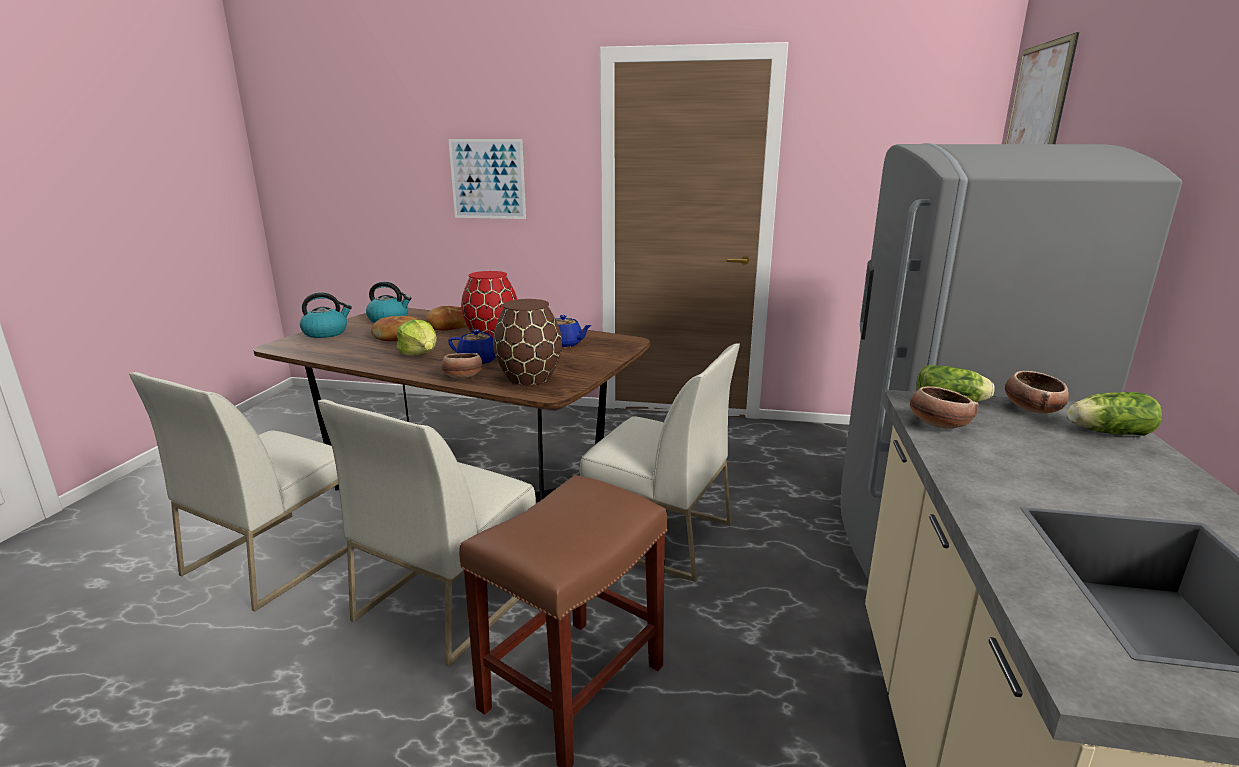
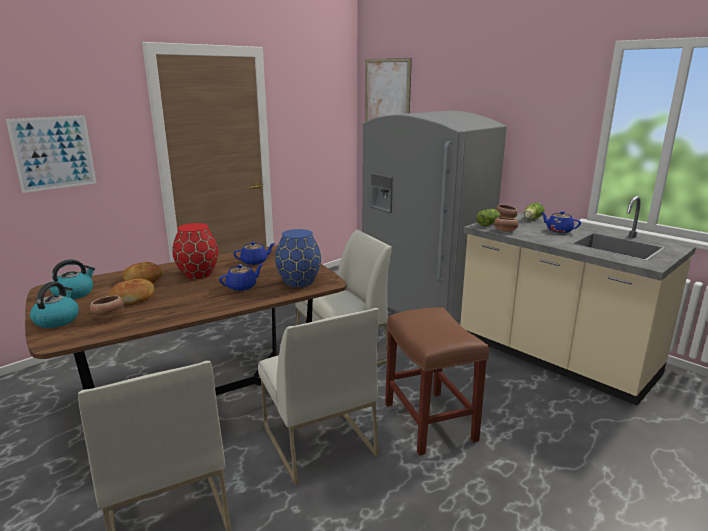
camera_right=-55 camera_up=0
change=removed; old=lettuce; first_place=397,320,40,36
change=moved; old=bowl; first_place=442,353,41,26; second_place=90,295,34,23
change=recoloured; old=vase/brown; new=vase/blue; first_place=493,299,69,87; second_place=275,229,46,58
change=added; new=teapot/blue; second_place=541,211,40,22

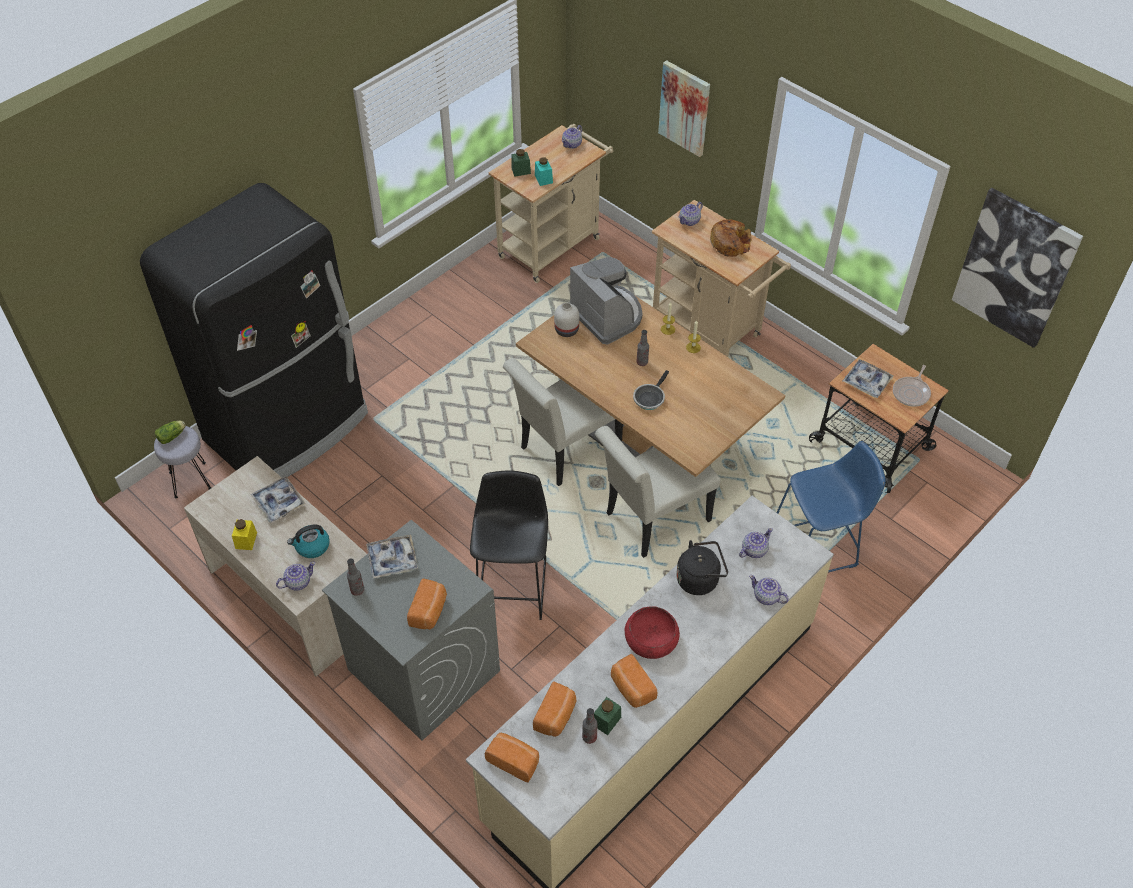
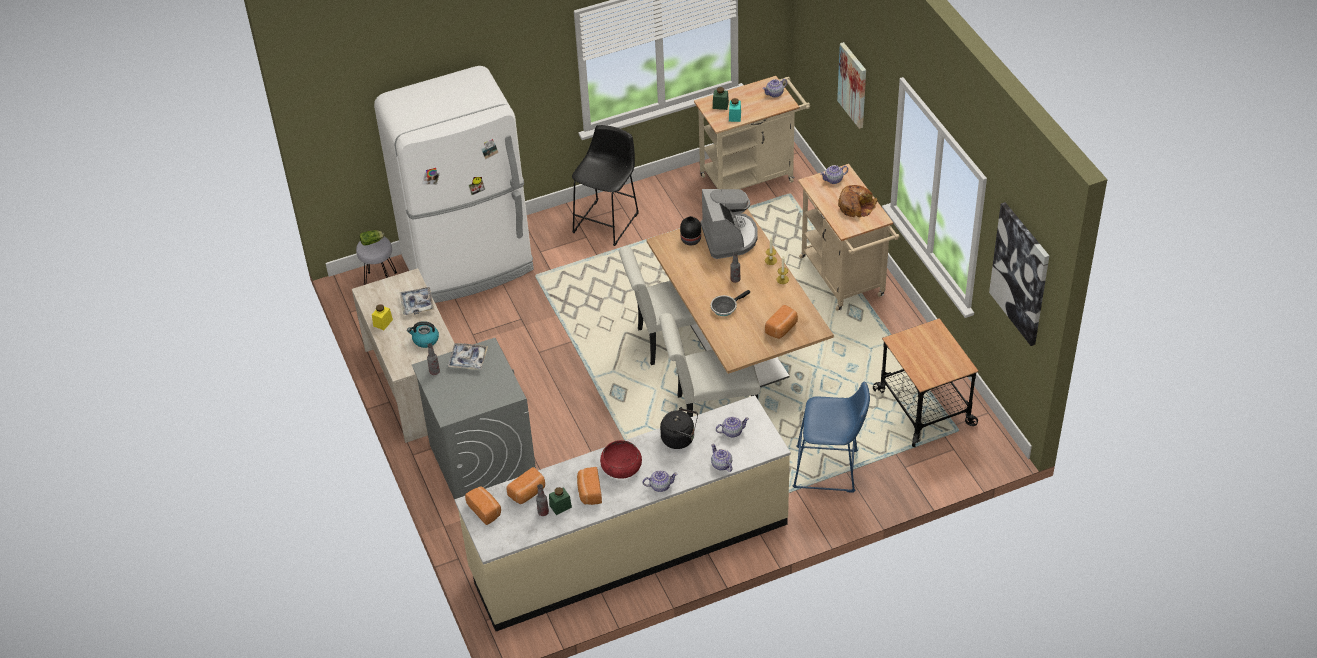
camera_right=25 camera_up=-5
change=recoloured; old=fridge/black; new=fridge/white; first_place=140,183,228,295; second_place=374,66,160,237
change=moved; old=teapot; first_place=276,562,39,28; second_place=643,470,34,22
change=moved; old=bread; first_place=407,578,40,51; second_place=765,305,33,34
change=moved; old=stool/black; first_place=470,470,78,150; second_place=572,125,67,121
change=recoloured; old=vase/white; new=vase/black; first_place=554,303,25,34; second_place=680,216,21,29
change=removed; old=tray; first_place=843,359,51,39
change=removed; old=frying pan; first_place=893,365,38,42

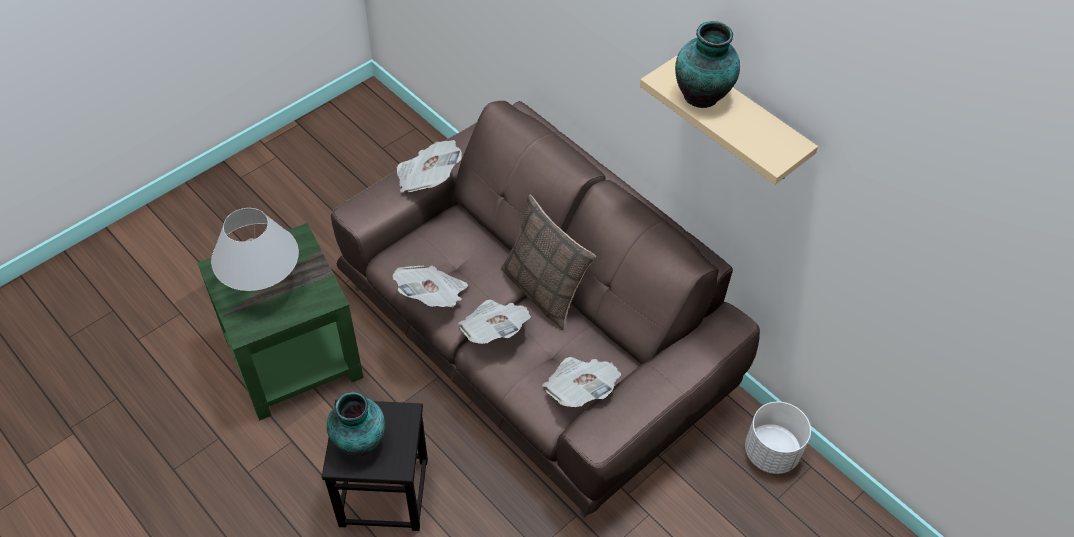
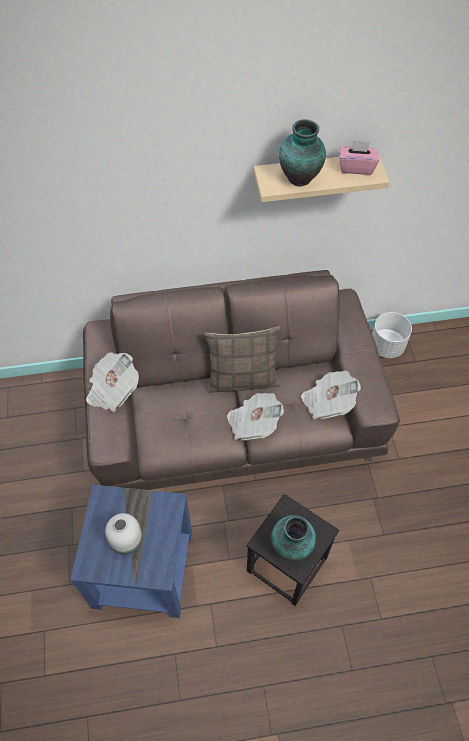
camera_right=-55 camera_up=5
change=recoloured; old=side table/green; new=side table/blue; first_place=197,223,167,198; second_place=70,485,122,133
change=replaced; old=table lamp/white; new=vase/white; first_place=211,208,88,83; second_place=105,513,37,42
change=removed; old=newspaper; first_place=393,266,75,41
change=added; new=tissue box/pink; second_place=339,140,40,35

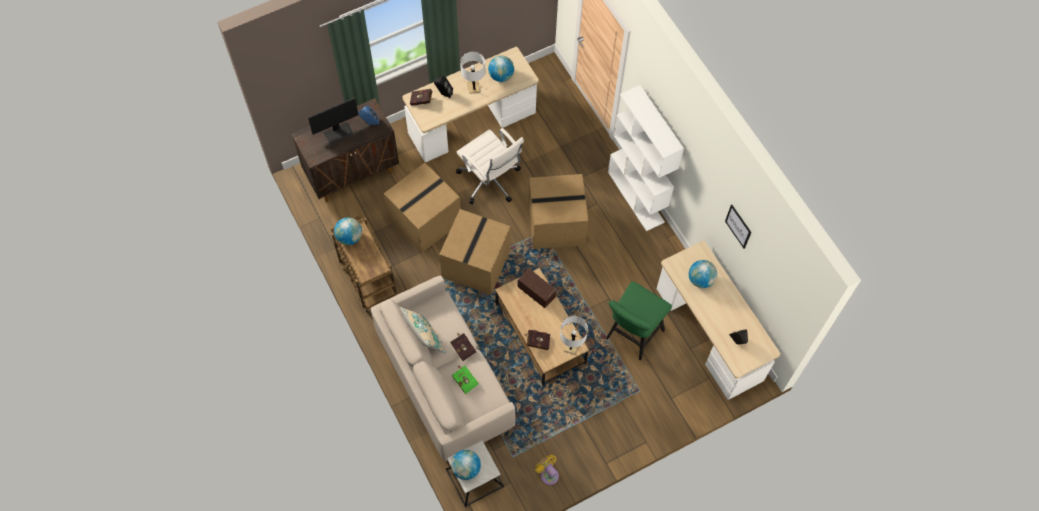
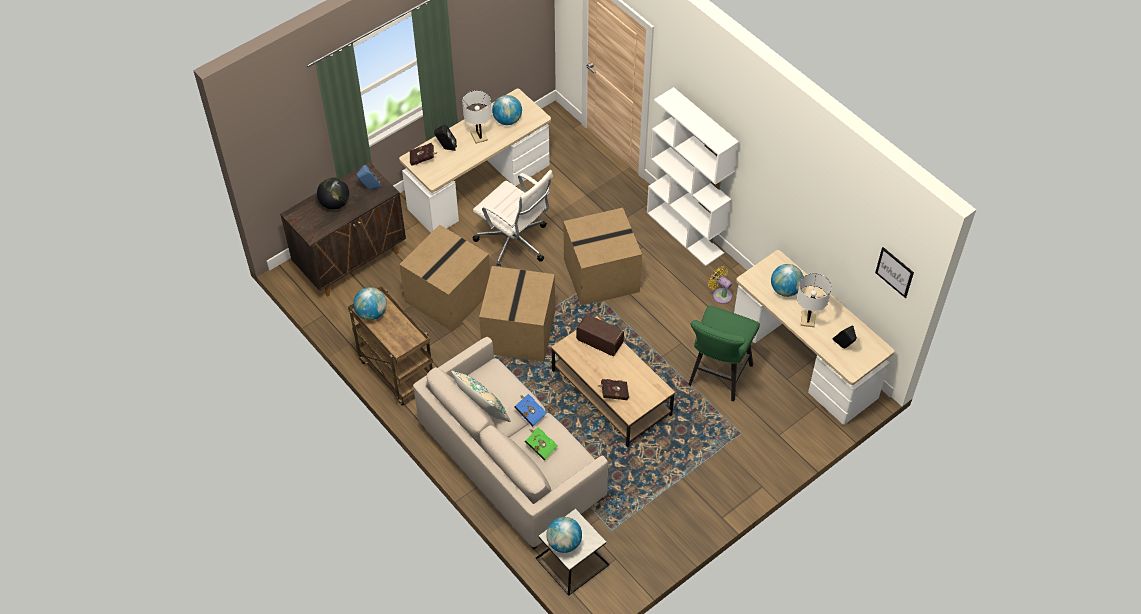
camera_right=-10 camera_up=-10
change=replaced; old=monitor; new=globe; first_place=308,97,50,48; second_place=317,177,32,32
change=recoloured; old=book/red; new=book/blue; first_place=450,333,26,28; second_place=514,394,33,33
change=moved; old=fan/yellow; first_place=535,455,24,30; second_place=708,266,24,38
change=moved; old=table lamp/white; first_place=560,316,28,39; second_place=797,273,34,54
change=moved; old=picture; first_place=725,205,26,44; second_place=875,247,39,51

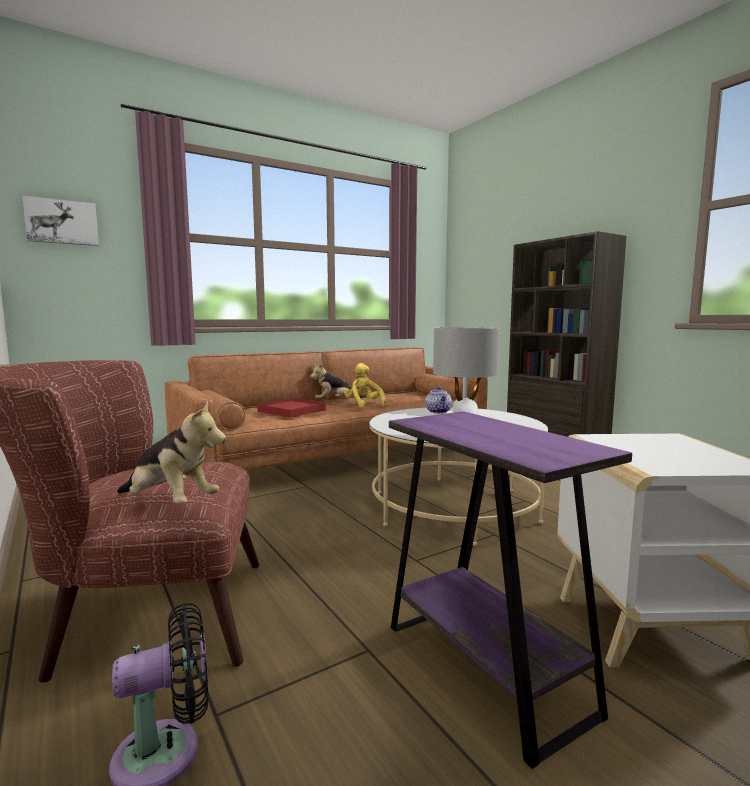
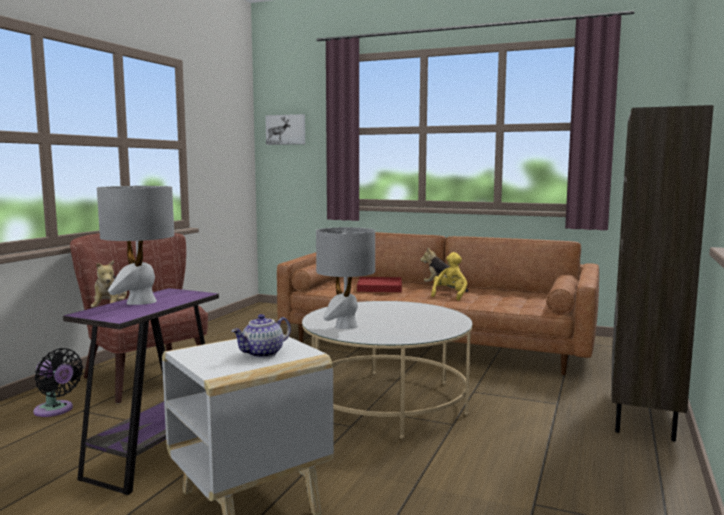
camera_right=55 camera_up=0
change=moved; old=teapot; first_place=425,387,27,27; second_place=232,314,59,44
change=added; new=table lamp/grey; second_place=97,186,77,119

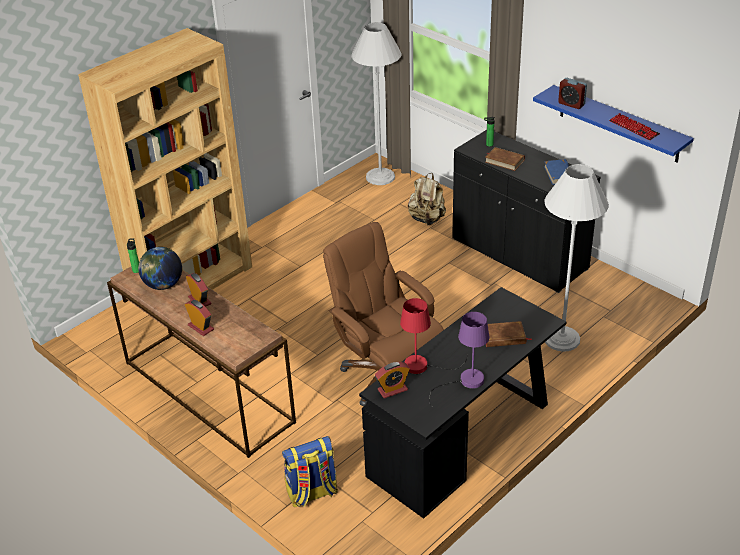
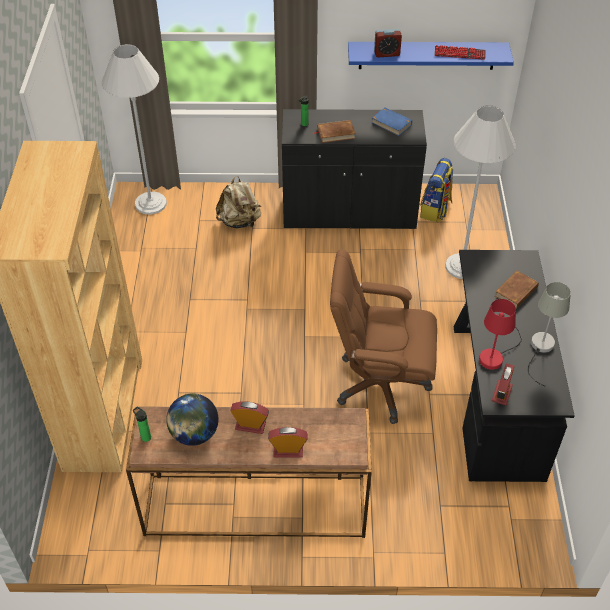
camera_right=-45 camera_up=10
change=moved; old=backpack; first_place=282,436,56,71; second_place=420,158,33,65
change=recoloured; old=table lamp/purple; new=table lamp/grey; first_place=429,312,60,94; second_place=528,282,43,105

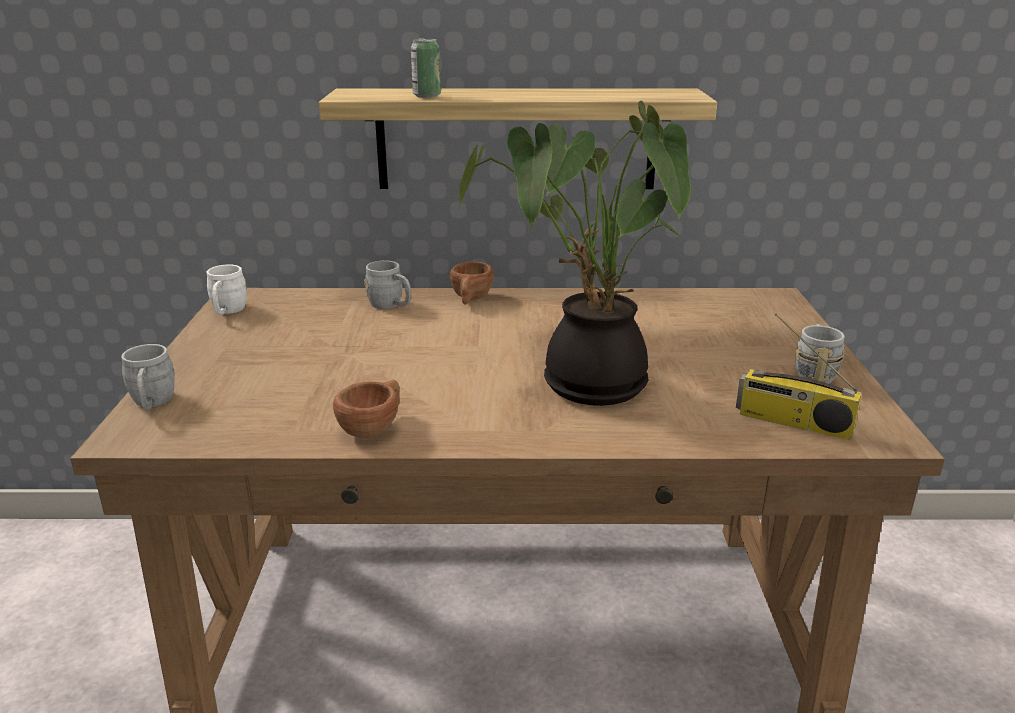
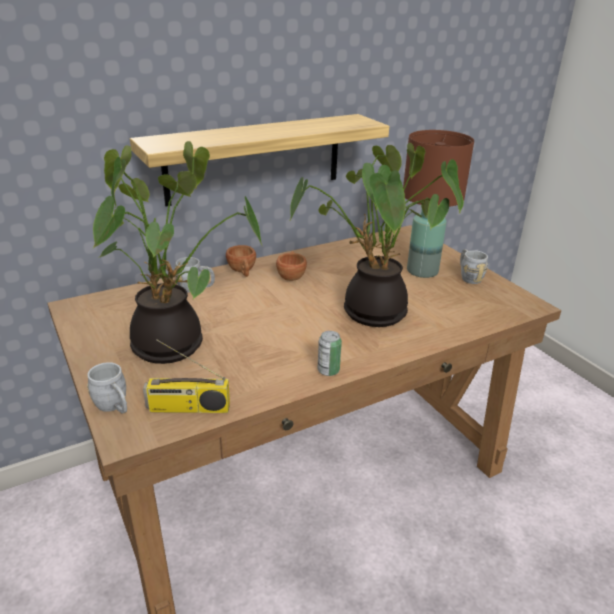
camera_right=-30 camera_up=5
change=removed; old=mug/white; first_place=207,265,40,50
change=moved; old=cup/brown; first_place=333,380,67,58; second_place=276,251,31,30
change=moved; old=can; first_place=411,38,30,60; second_place=318,331,24,45
change=moved; old=radio; first_place=736,314,126,126; second_place=143,339,87,74
change=added; new=potted plant; second_place=93,141,170,223
change=added; new=table lamp/brown; second_place=403,130,71,148

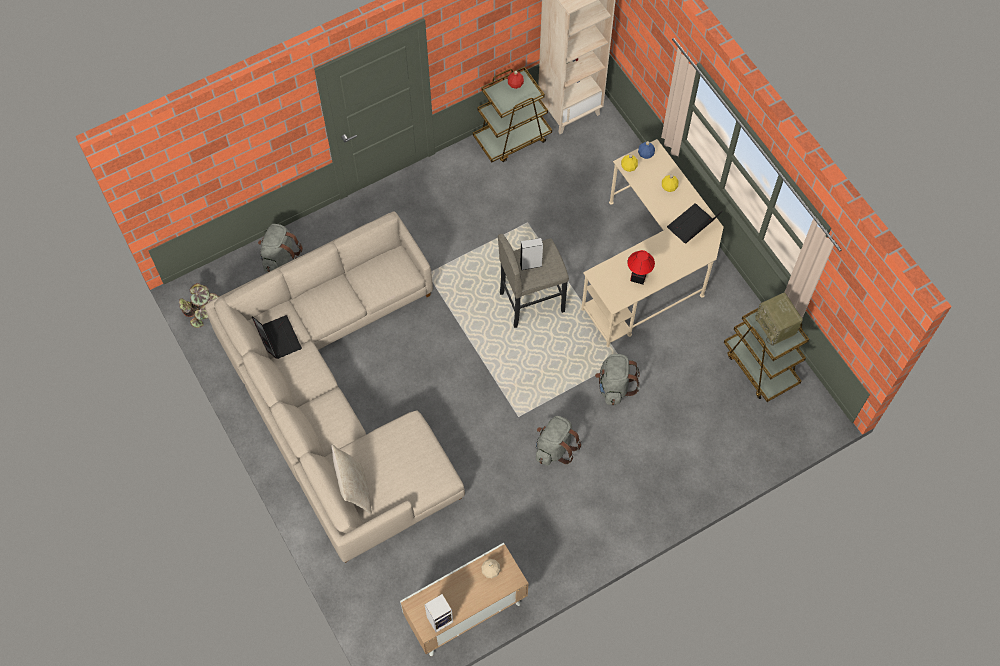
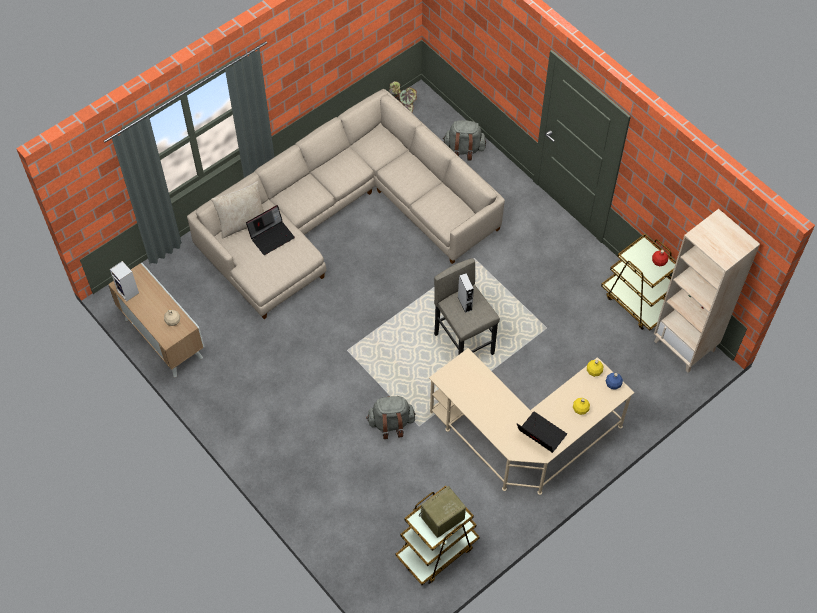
camera_right=80 camera_up=-5
change=moved; old=laptop; first_place=252,315,50,44; second_place=246,205,49,50
change=removed; old=backpack/grey; first_place=536,416,45,49
change=removed; old=table lamp; first_place=627,250,28,35

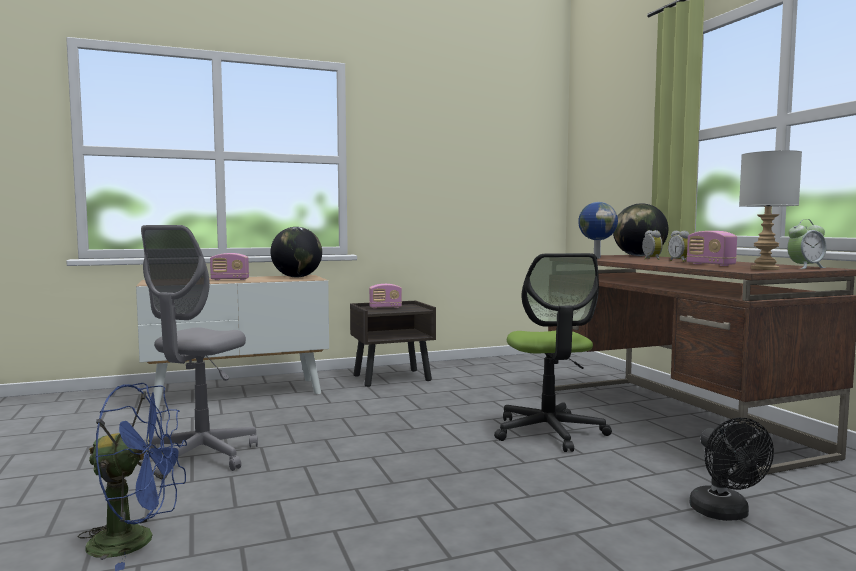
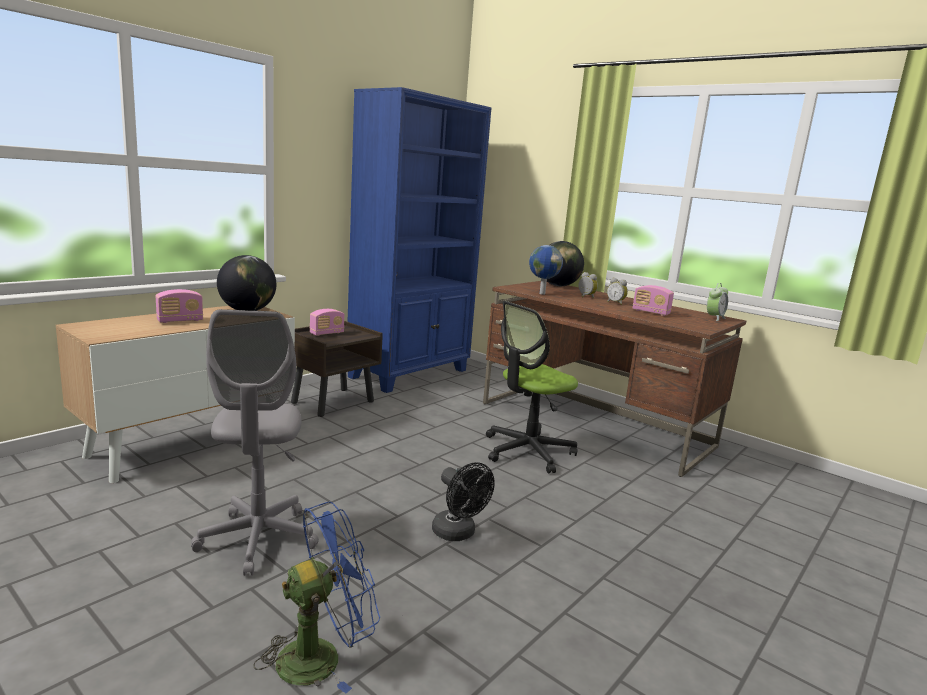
camera_right=-30 camera_up=10
change=turned; old=office chair; first_place=494,253,118,199; second_place=486,301,92,173; degrees=90
change=moved; old=fan/black; first_place=690,418,84,103; second_place=432,462,63,79
change=removed; old=table lamp/grey; first_place=739,150,63,120
change=added; new=bookcase/blue; second_place=348,87,144,306

